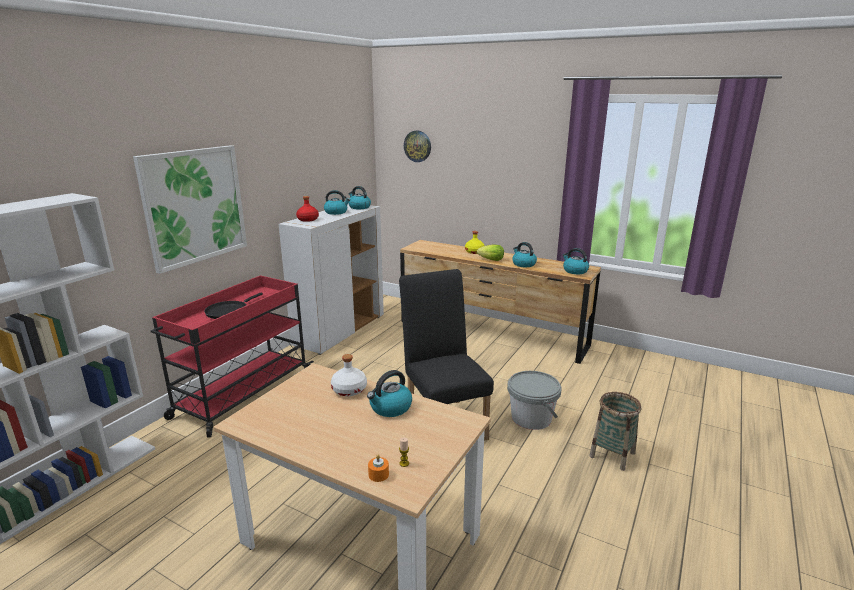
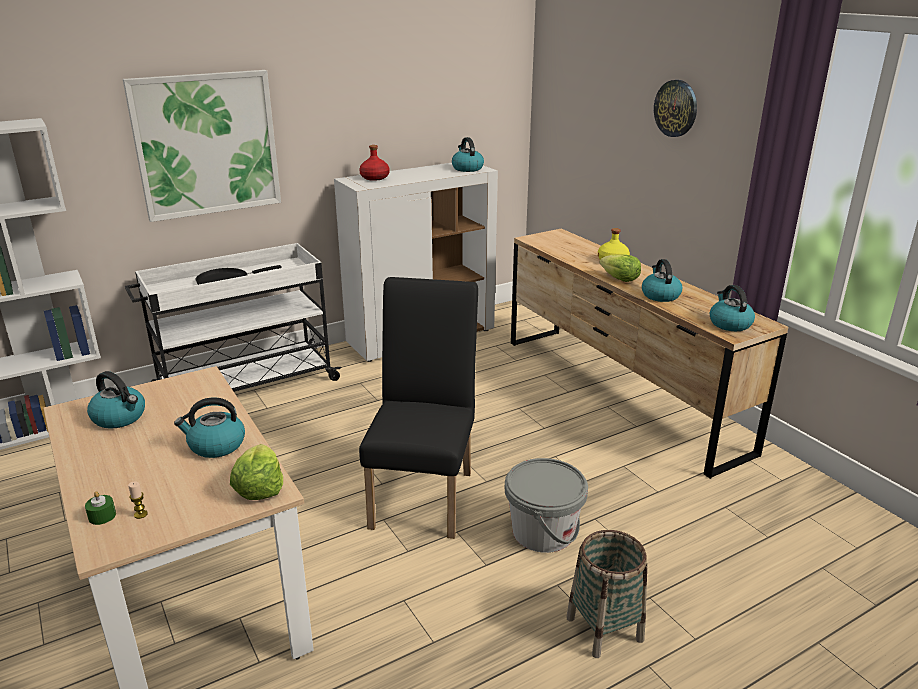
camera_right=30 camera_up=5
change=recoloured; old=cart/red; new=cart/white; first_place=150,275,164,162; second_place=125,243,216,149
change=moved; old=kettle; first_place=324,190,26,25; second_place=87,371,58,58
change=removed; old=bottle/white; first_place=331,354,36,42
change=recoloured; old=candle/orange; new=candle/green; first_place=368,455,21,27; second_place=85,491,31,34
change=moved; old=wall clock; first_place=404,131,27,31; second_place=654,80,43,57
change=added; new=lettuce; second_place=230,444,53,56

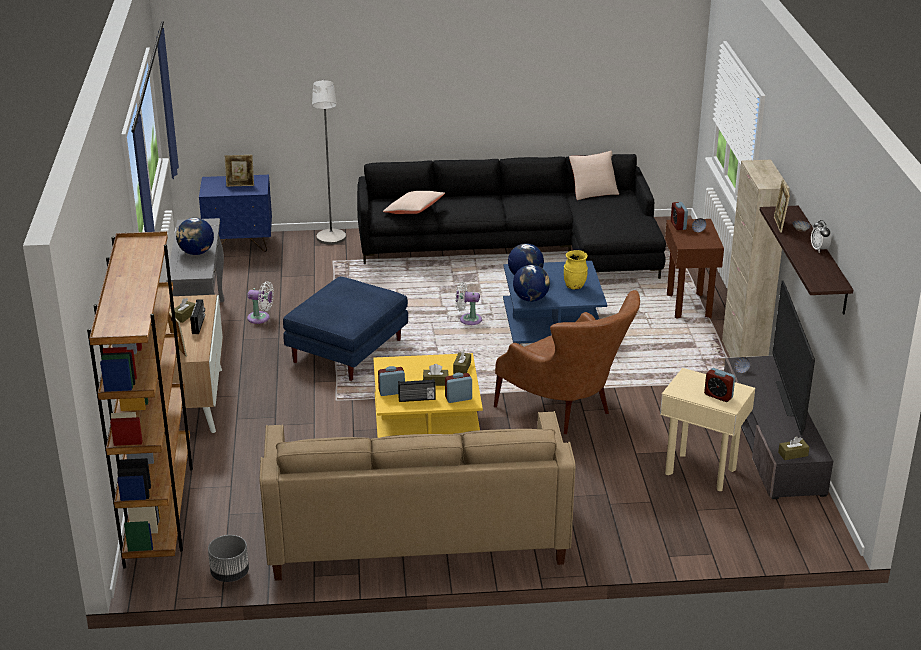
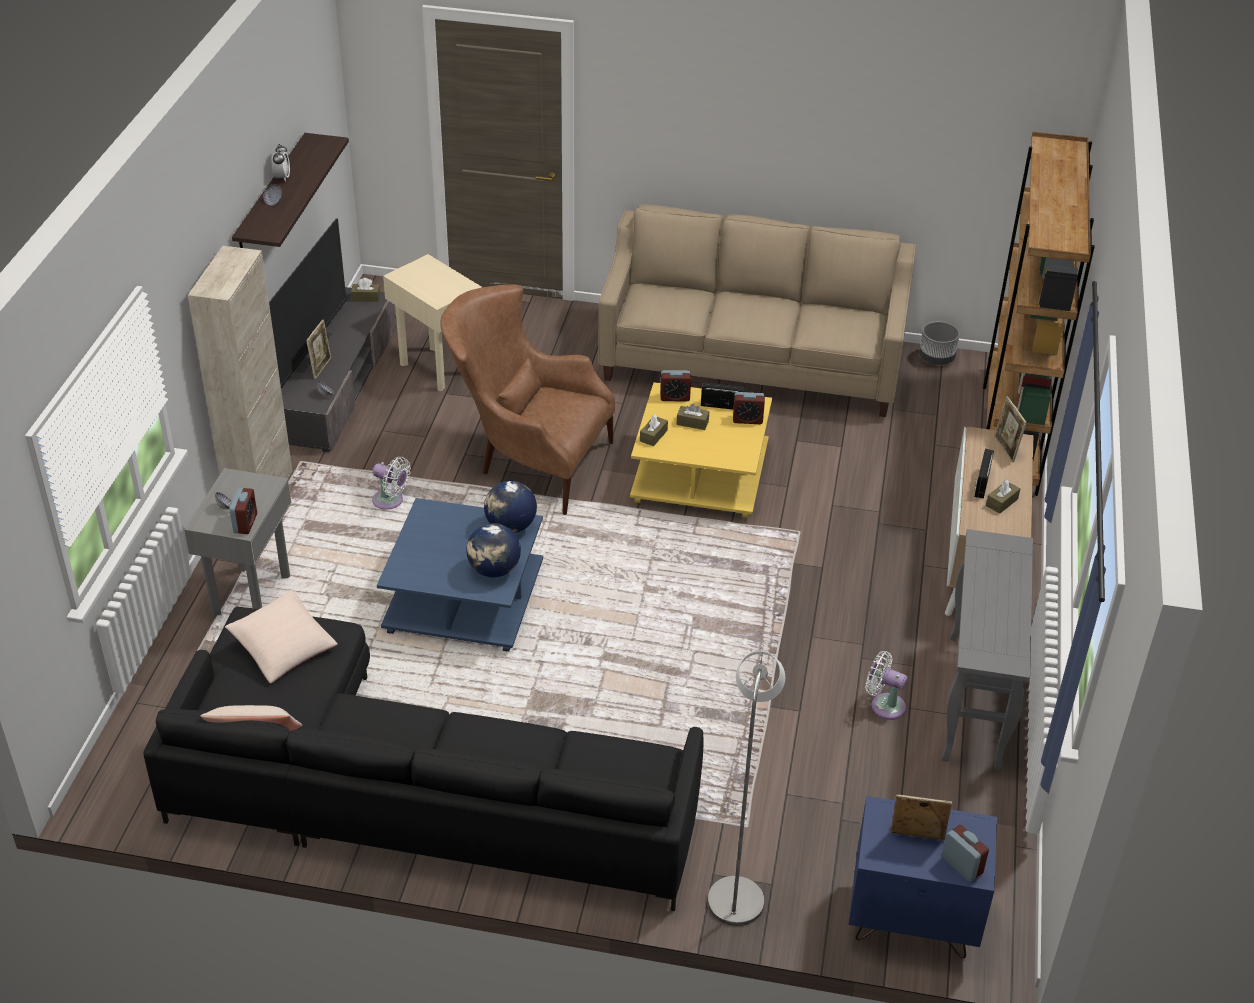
camera_right=-165 camera_up=10
change=removed; old=globe; first_place=176,218,38,37
change=removed; old=ottoman/blue; first_place=283,277,125,104
change=moved; old=pillow/beige; first_place=383,191,62,23; second_place=225,590,113,94
change=moved; old=fan/white; first_place=455,282,27,43; second_place=372,457,39,53
change=turned; old=armchair/brown; first_place=494,290,146,144; second_place=440,284,175,231; degrees=-45
change=removed; old=vase/yellow; first_place=564,250,24,40
change=recoloured; old=side table/brown; new=side table/grey; first_place=665,219,59,100; second_place=184,468,108,148
change=moved; old=alarm clock; first_place=704,368,31,34; second_place=942,825,47,57
change=moved; old=picture frame; first_place=774,180,16,53; second_place=306,320,25,59

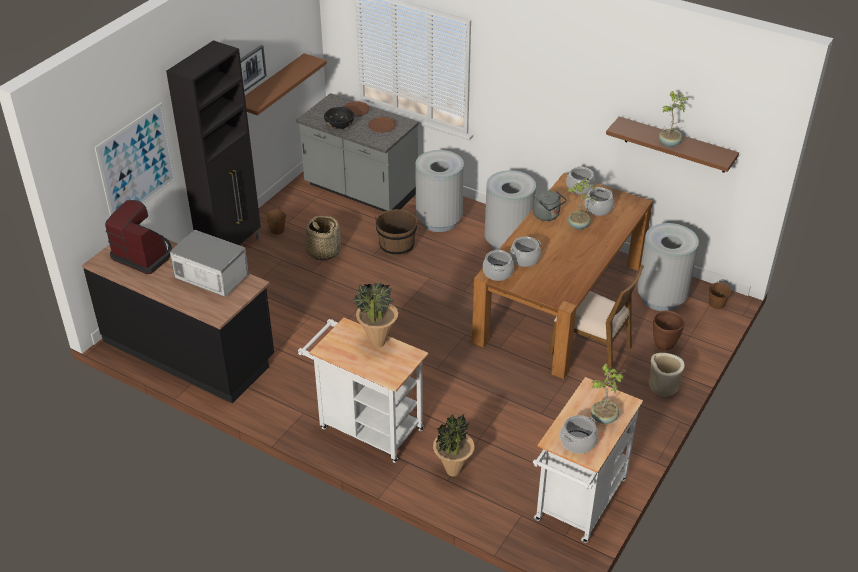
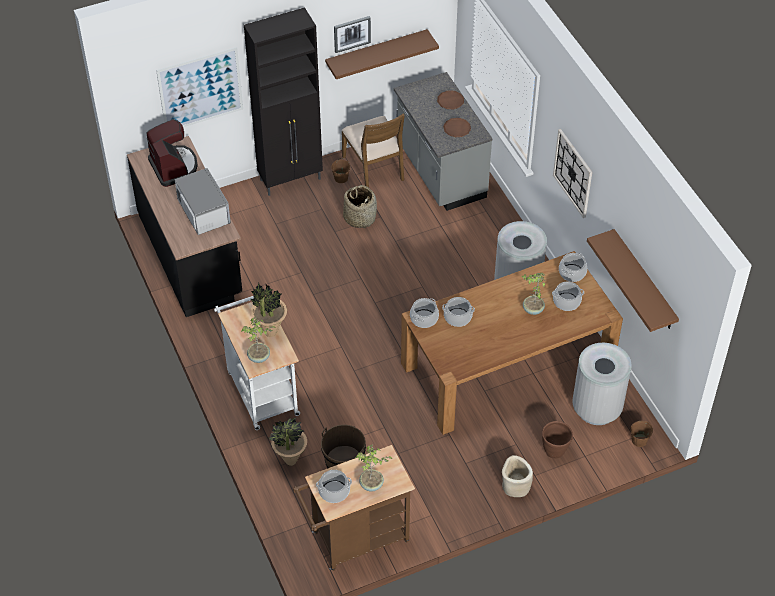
camera_right=35 camera_up=10
change=removed; old=bowl/black; first_place=324,107,30,22
change=moved; old=bucket/brown; first_place=375,209,43,48; second_place=321,424,45,44
change=removed; old=trash can/grey; first_place=415,150,49,82
change=removed; old=kettle/grey; first_place=533,190,33,31
change=recoloured; old=cart/white; new=cart/brown; first_place=533,377,110,166; second_place=293,445,122,126
change=moved; old=chair/brown; first_place=549,264,95,110; second_place=342,113,63,74
change=moved; old=potted plant; first_place=659,91,30,56; second_place=242,317,34,46
change=added; new=wall clock; second_place=553,129,39,89

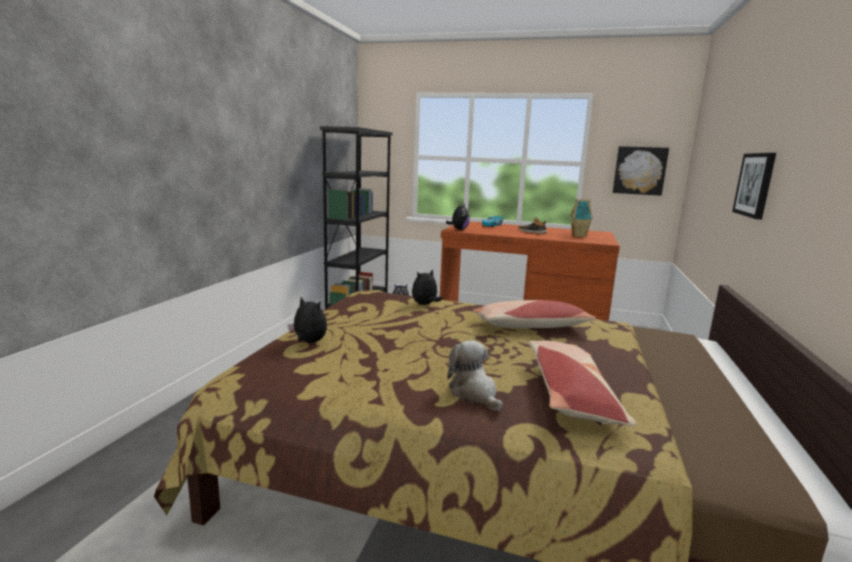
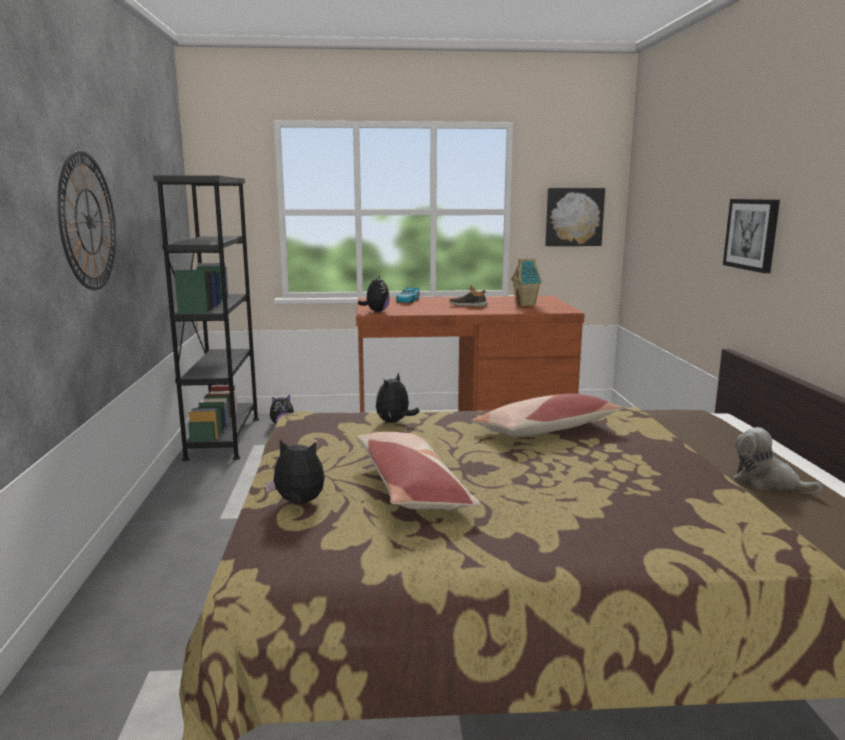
camera_right=-20 camera_up=0
change=moved; old=plush toy; first_place=447,340,56,71; second_place=733,427,89,67
change=moved; old=pillow; first_place=529,340,107,86; second_place=357,432,123,78
change=added; new=wall clock; second_place=57,151,59,139

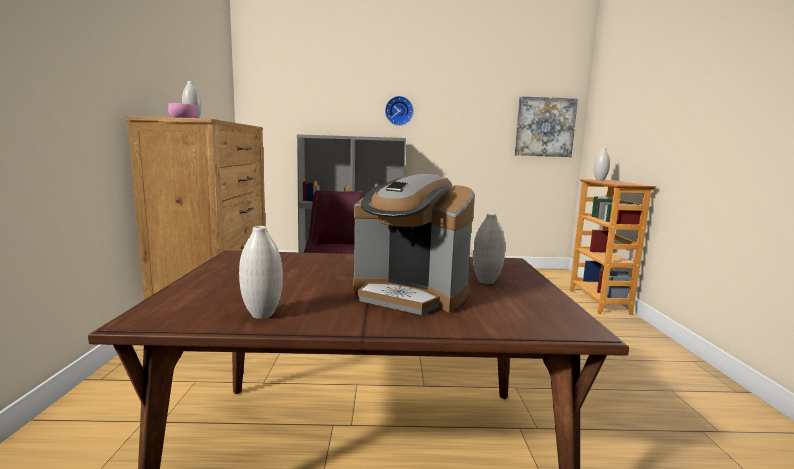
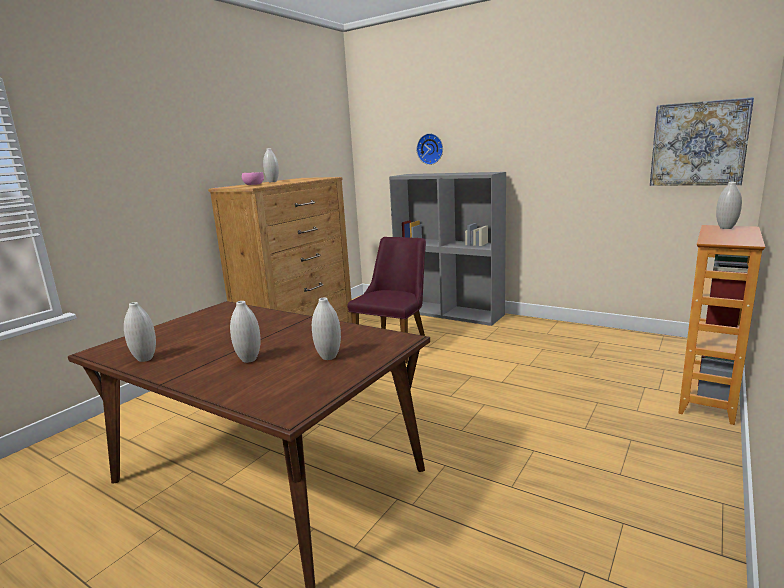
camera_right=35 camera_up=5
change=replaced; old=coffee machine; new=vase/white; first_place=353,174,122,141; second_place=230,301,31,62
change=moved; old=wall clock; first_place=385,96,29,30; second_place=417,133,26,32

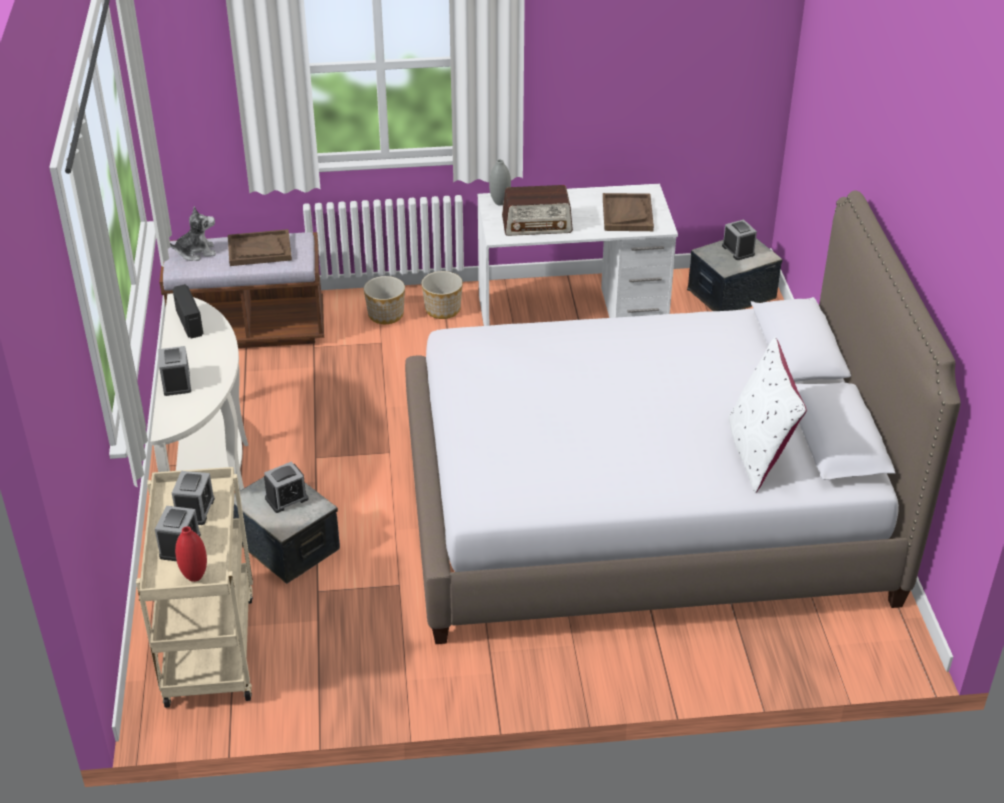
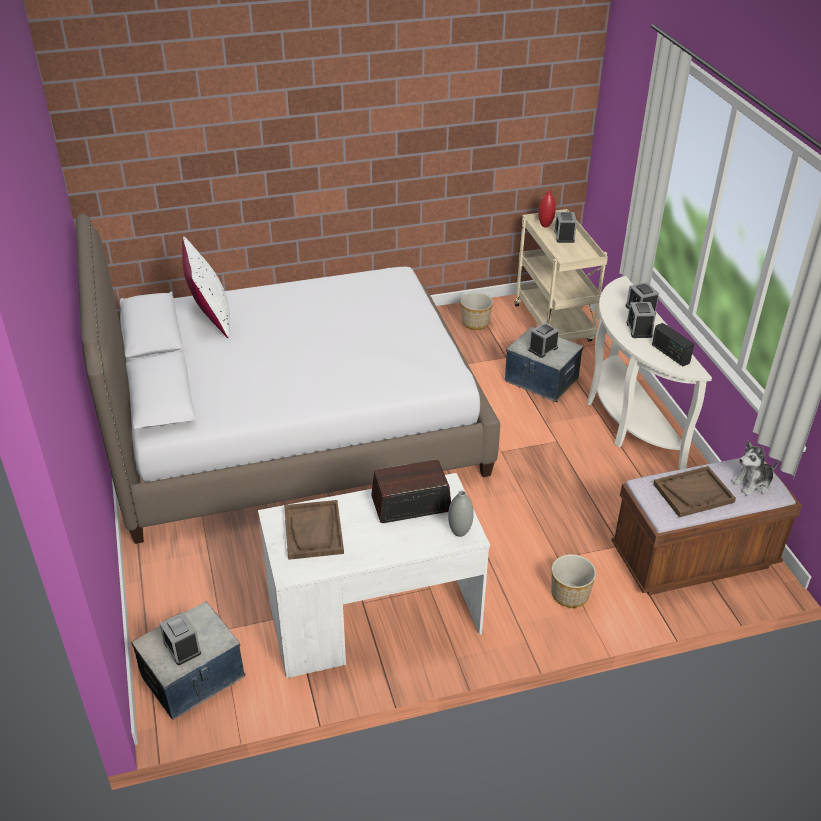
camera_right=170 camera_up=0
change=moved; old=alarm clock; first_place=172,471,43,54; second_place=626,302,30,36
change=moved; old=planter; first_place=422,271,41,48; second_place=461,293,32,37

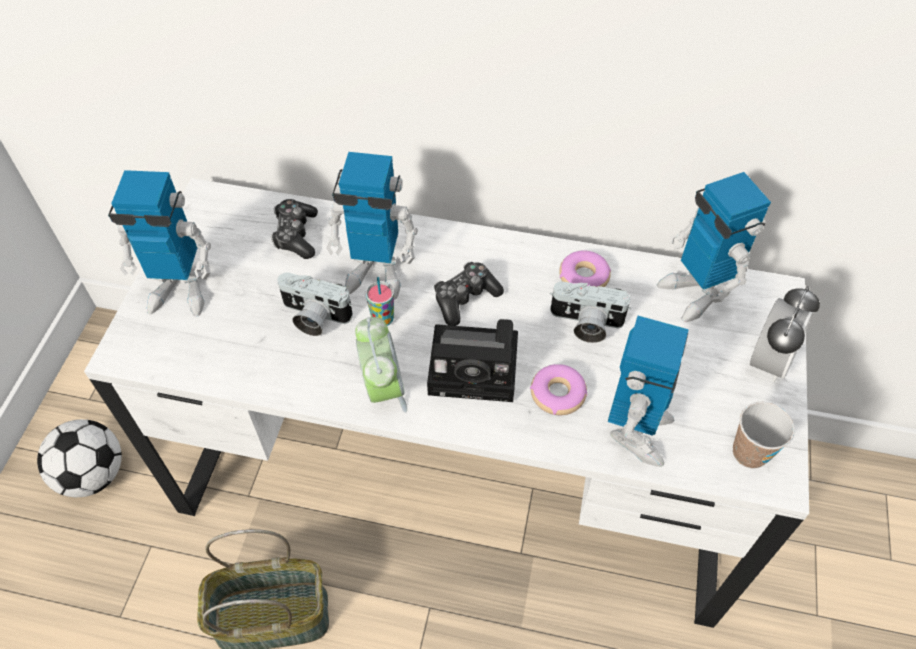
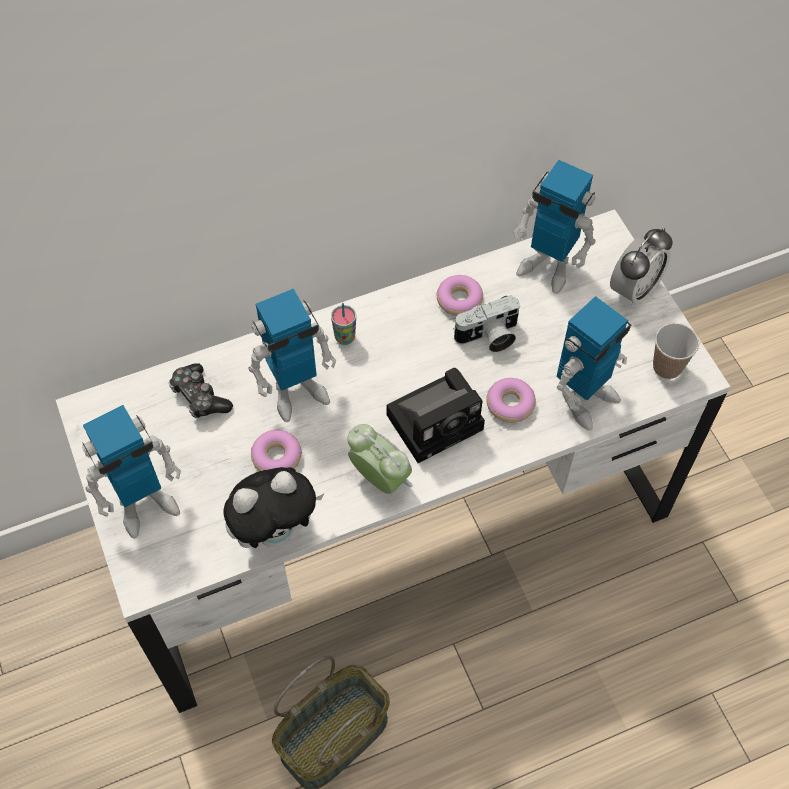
camera_right=-35 camera_up=5
change=removed; old=football; first_place=37,419,85,78
change=replaced; old=photo camera; new=donut; first_place=278,272,75,64; second_place=251,430,51,41
change=moved; old=cup; first_place=366,277,28,49; second_place=331,303,25,42
change=removed; old=game controller; first_place=434,262,70,64
change=turned; old=toy robot; first_place=608,316,81,151; second_place=557,296,74,135; degrees=60
change=turned; old=alarm clock; first_place=750,286,70,96; second_place=610,228,63,79; degrees=45
change=added; new=plush toy; second_place=223,467,101,81

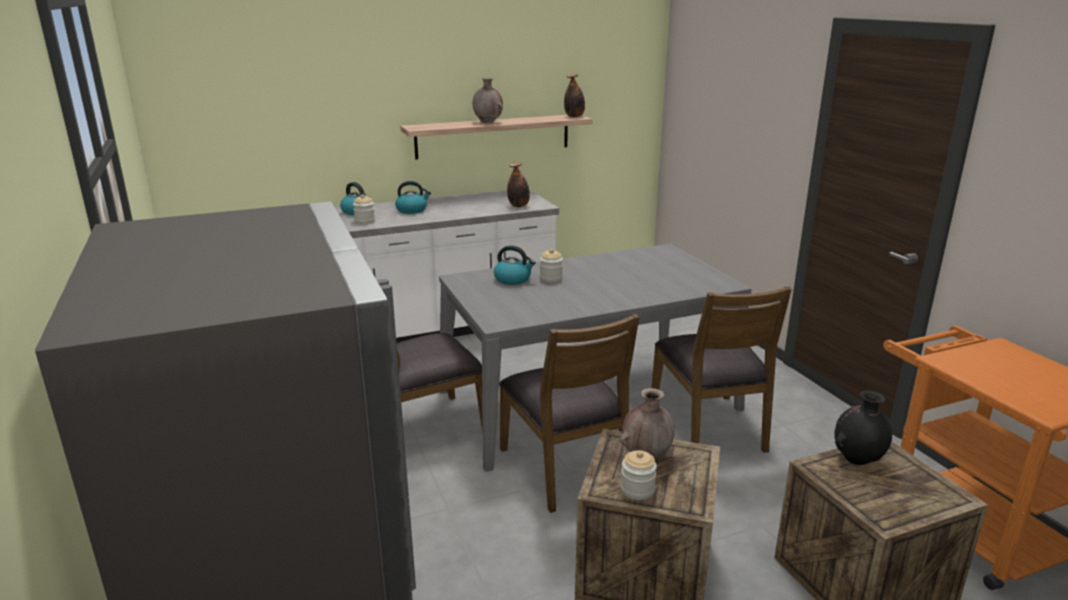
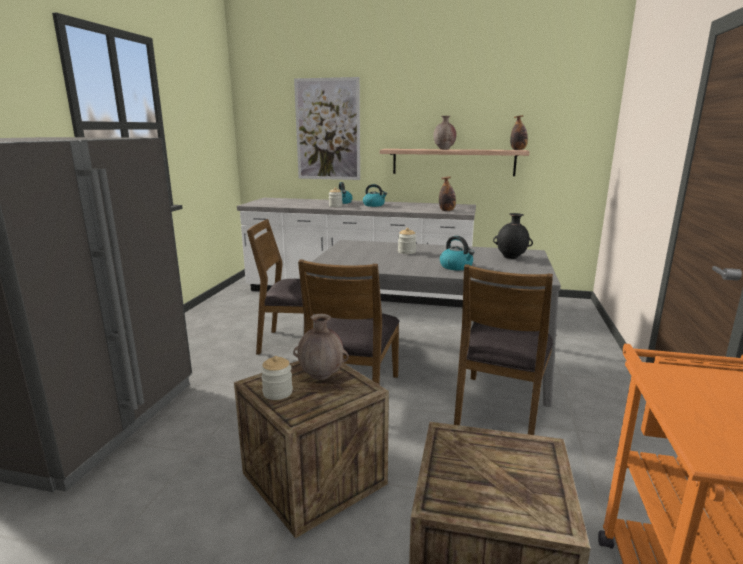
camera_right=35 camera_up=-5
change=moved; old=kettle; first_place=494,245,42,40; second_place=440,236,34,34
change=moved; old=vase/black; first_place=834,391,58,74; second_place=493,213,40,46
change=added; new=picture; second_place=294,77,66,103

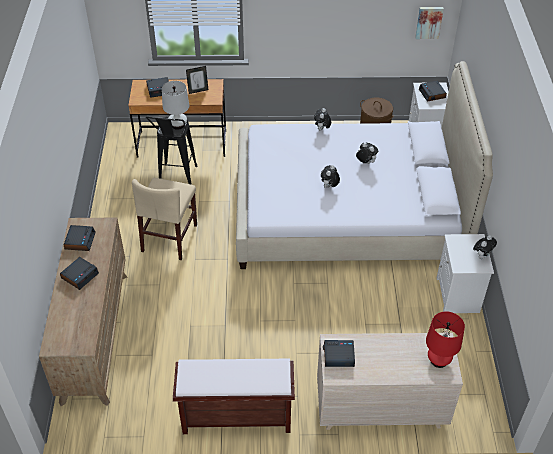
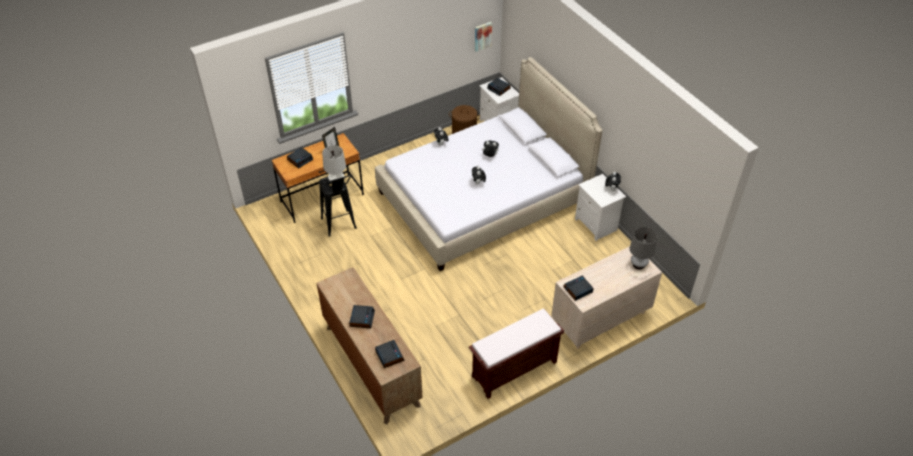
camera_right=-30 camera_up=0
change=moved; old=alarm clock; first_place=64,225,32,26; second_place=375,340,30,28
change=removed; old=chair/beige; first_place=132,178,65,82
change=recoloured; old=table lamp/red; new=table lamp/grey; first_place=426,311,39,57; second_place=630,227,27,43

